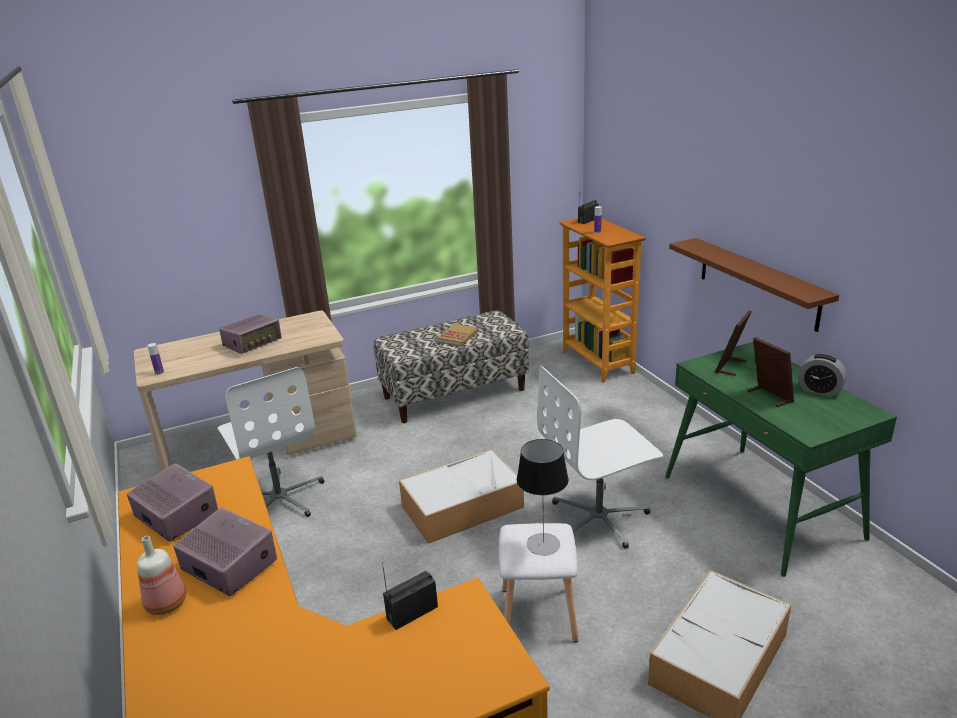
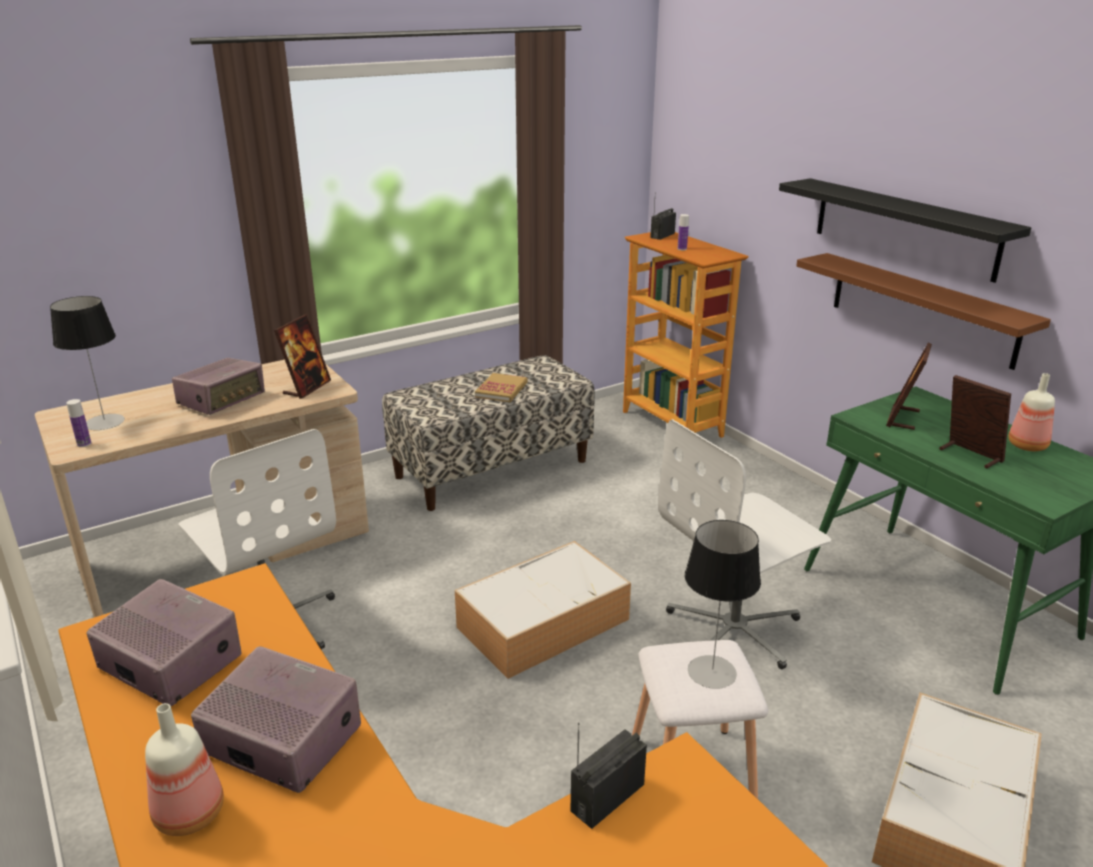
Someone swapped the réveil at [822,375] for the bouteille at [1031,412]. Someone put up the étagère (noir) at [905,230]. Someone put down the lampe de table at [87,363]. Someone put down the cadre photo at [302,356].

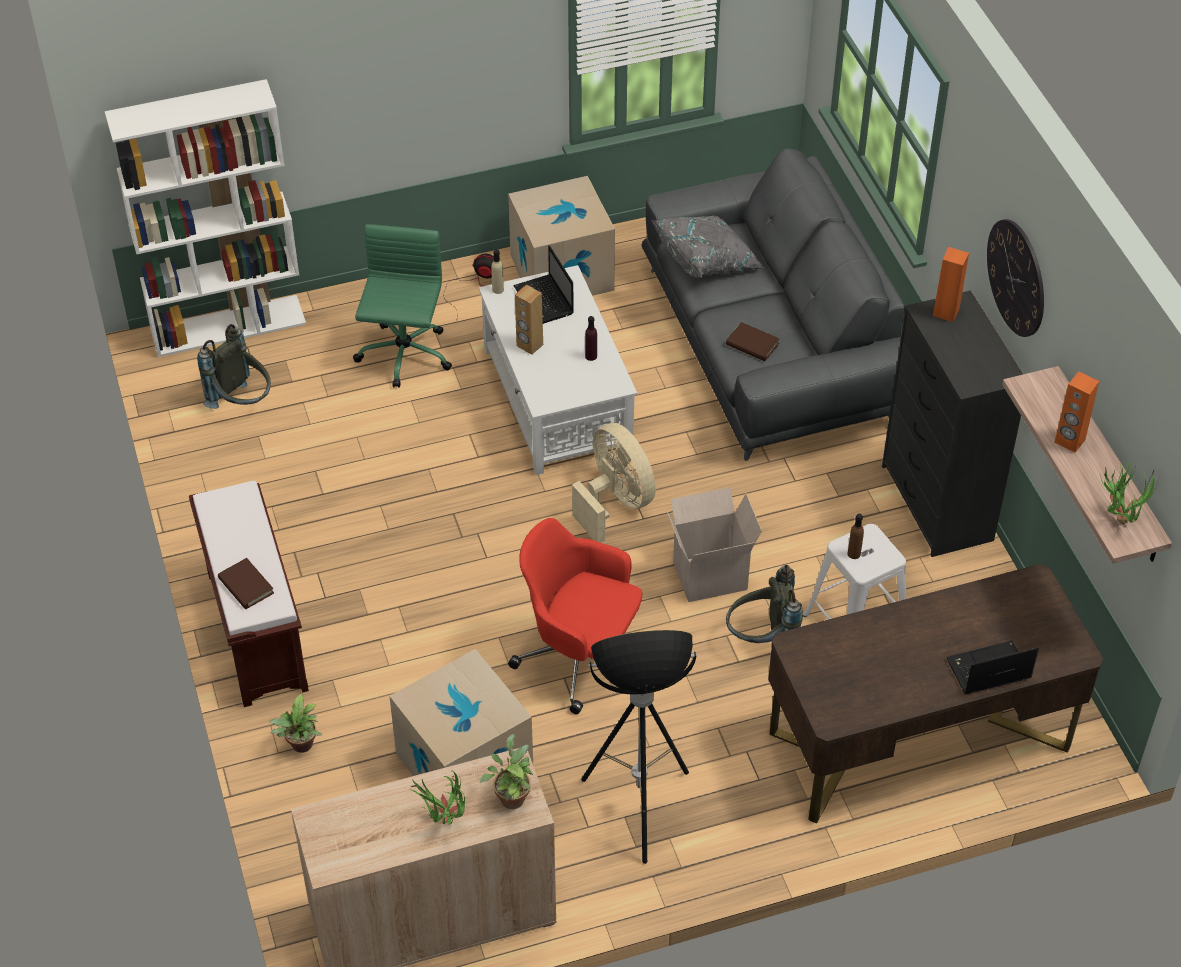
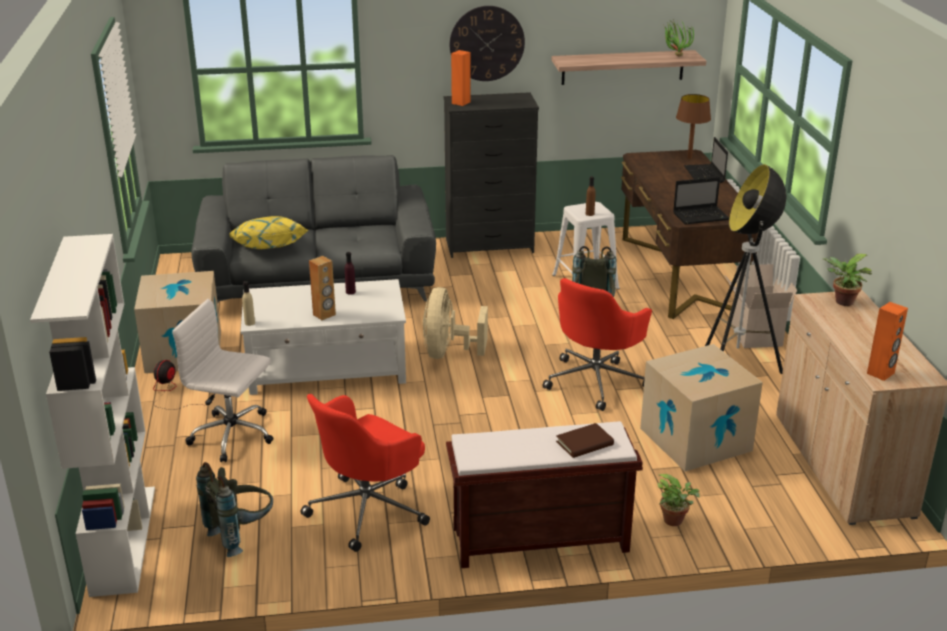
Someone repainted the coussin (gris) at [707,247], which became the coussin (jaune) at [268,232]. Someone repainted the chaise de bureau (vert) at [402,306], which became the chaise de bureau (blanc) at [222,380]. Someone carried the ordinateur portable from [543,284] to [701,200]. Someone took away the livre (marron) at [753,341]. Someone carried the enceinte (orange) from [1077,412] to [887,341]. Someone rotated the ventilateur (beige) at [614,483] by 60 degrees counterclockwise. Someone carried the carton from [714,544] to [761,306]. Someone took away the plante en pot at [437,797]. Someone put down the lampe de table (marron) at [693,126]. Someone put down the chaise de bureau (rouge) at [365,473].

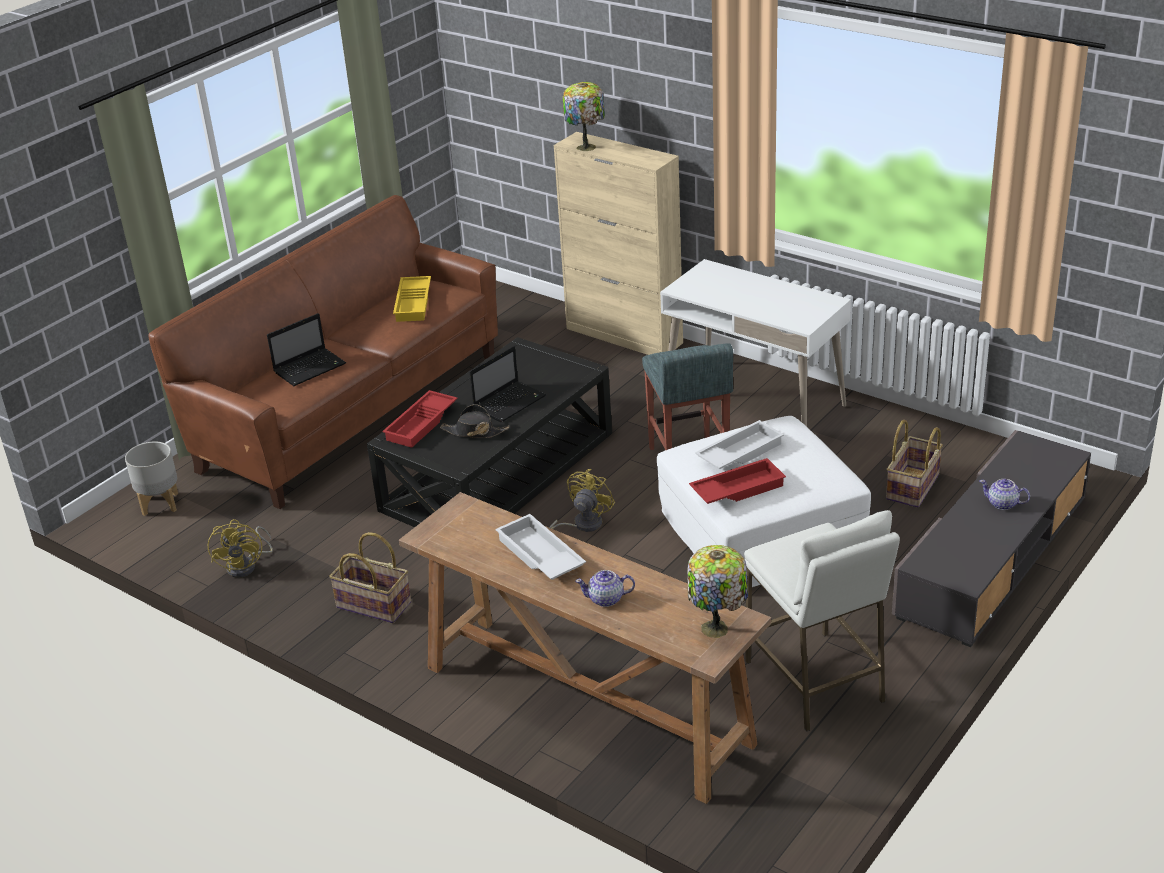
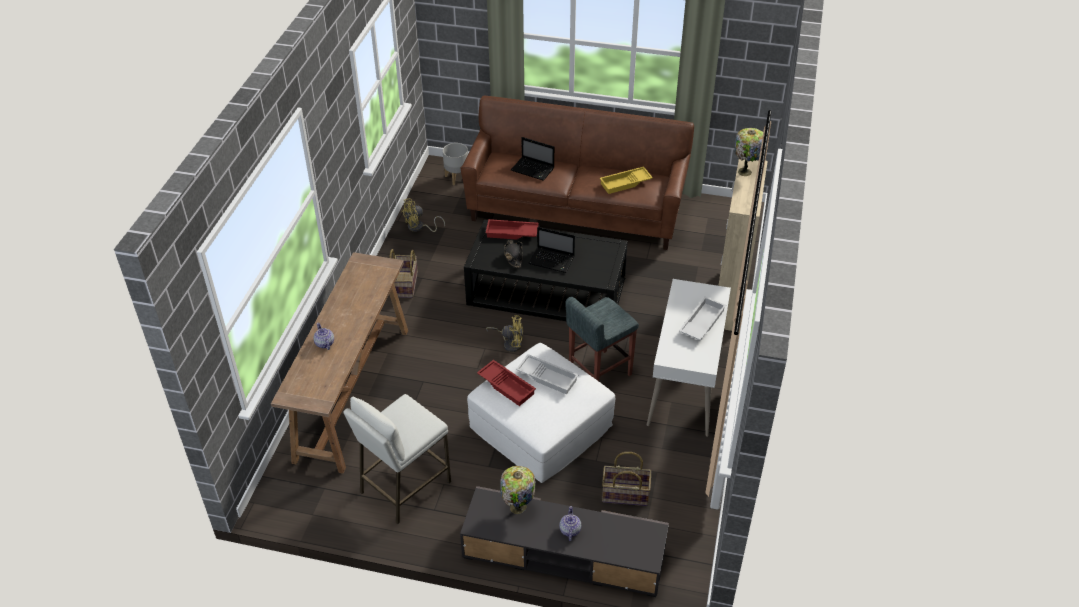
Someone carried the plateau (blanc) from [540,547] to [702,318]. Someone carried the lampe de table from [717,591] to [517,490].

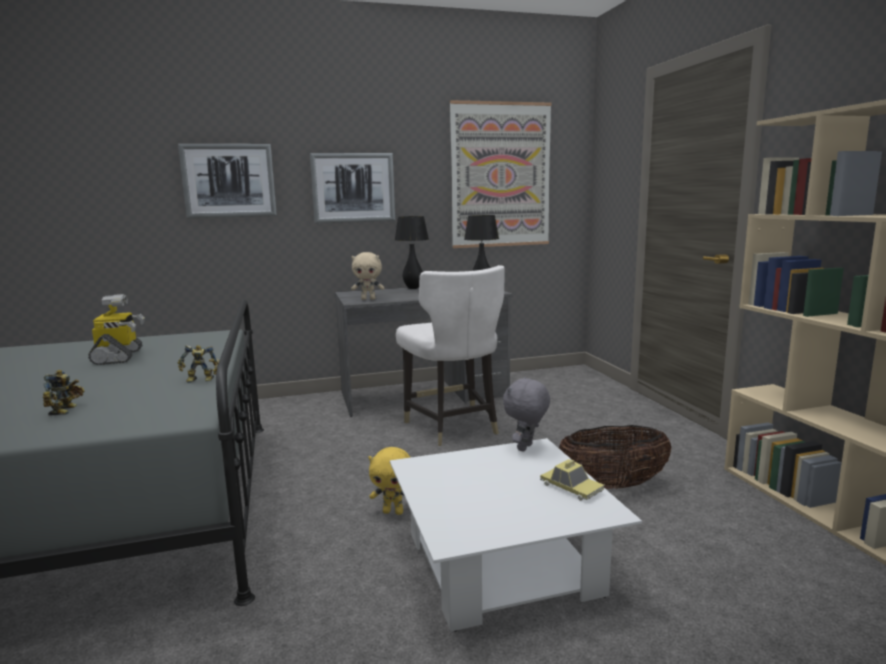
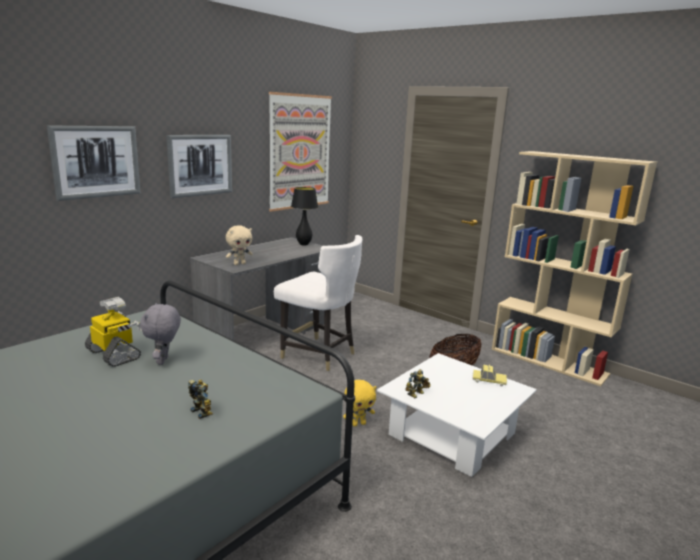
Someone took away the lampe de table (noir) at [412,252]. Someone carried the robot jouet from [199,364] to [417,383]. Someone carried the peluche (gris) from [526,414] to [160,334].

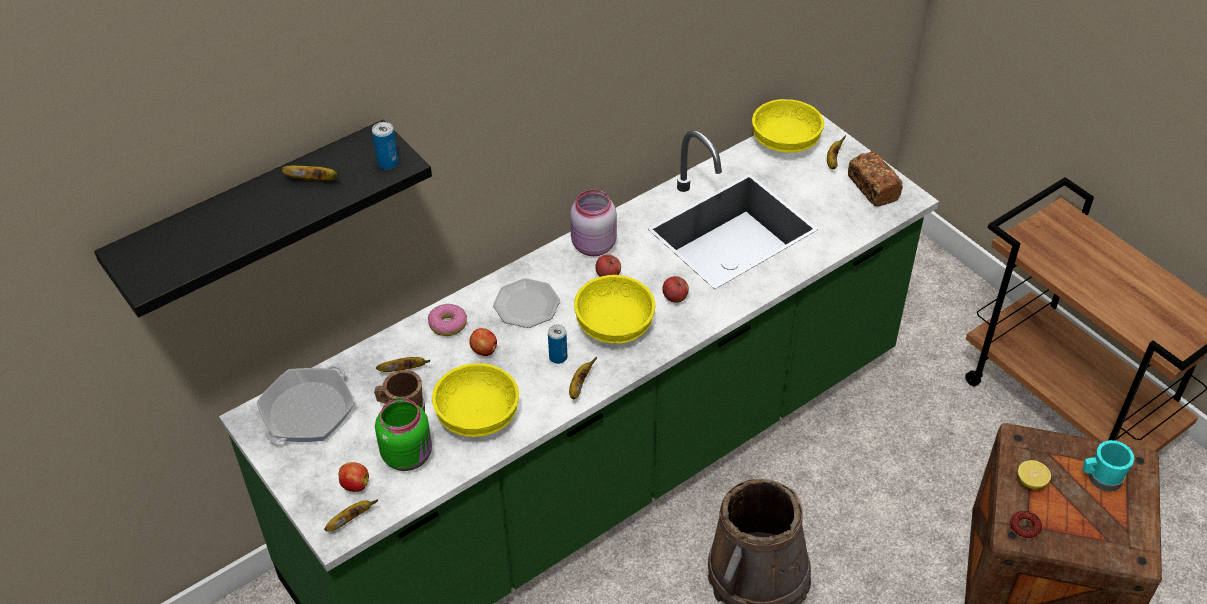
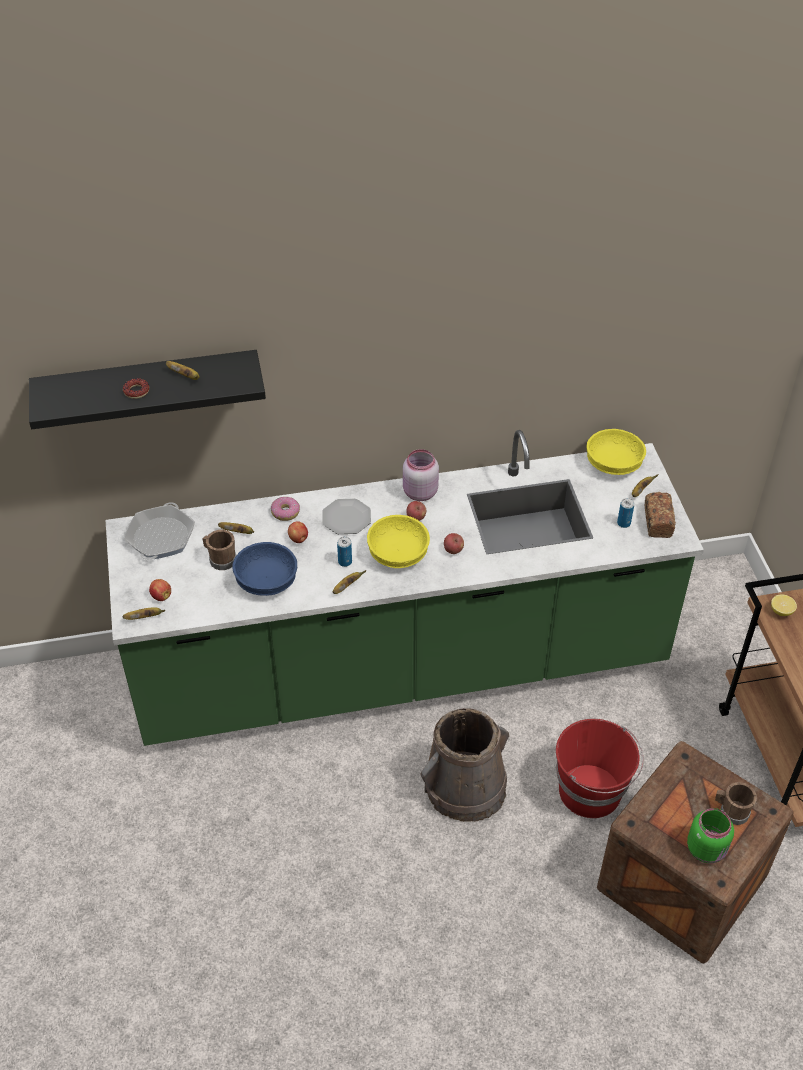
Someone carried the boîte métallique from [385,146] to [625,513]. Someone repainted the bol (jaune) at [475,400], which became the bol (bleu) at [264,569]. Someone rotated the poêle at [306,404] by 45 degrees counterclockwise. Someone carried the bocal (vert) from [403,434] to [710,835]. Someone repainted the mug (turquoise) at [1108,466], which became the mug (marron) at [736,803]. Someone carried the citron from [1034,474] to [784,605]. Someone carried the beignet from [1026,525] to [136,388]. Someone put down the seau (rouge) at [599,768].

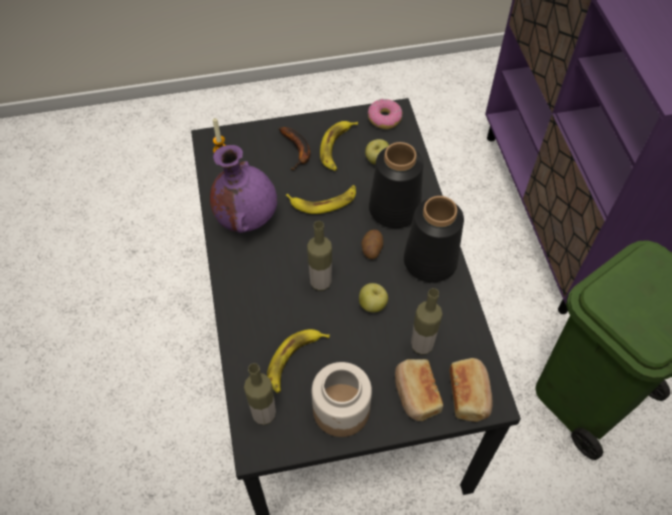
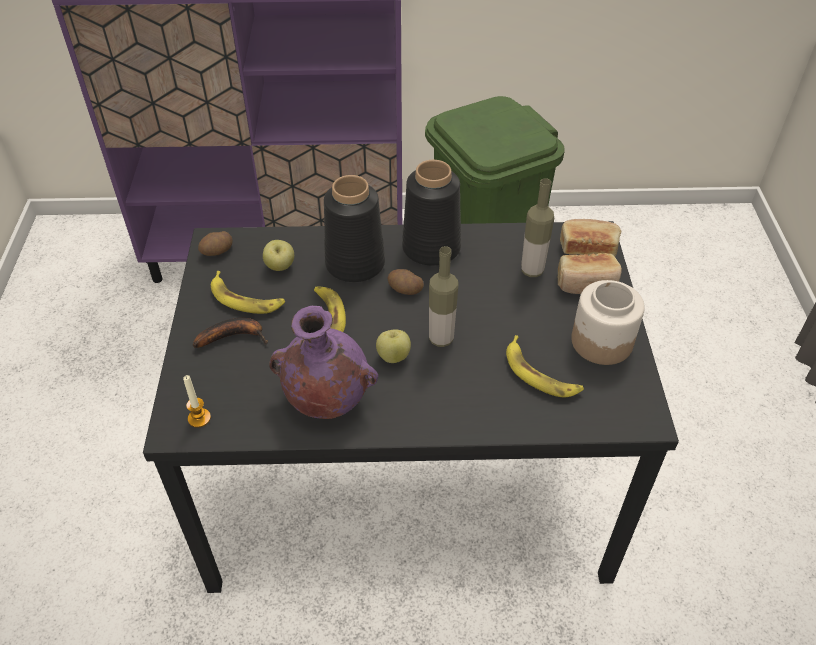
Someone swapped the beignet at [385,114] for the pomme de terre at [215,243]. Someone carried the pomme from [373,297] to [393,346]. Someone took away the bouteille at [260,394].

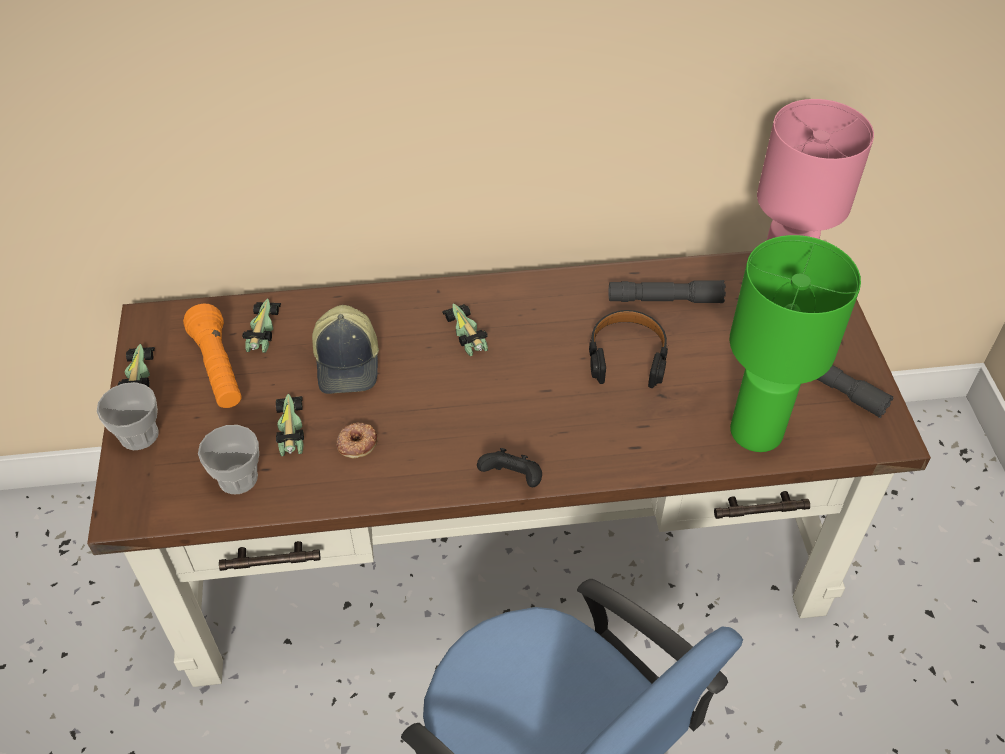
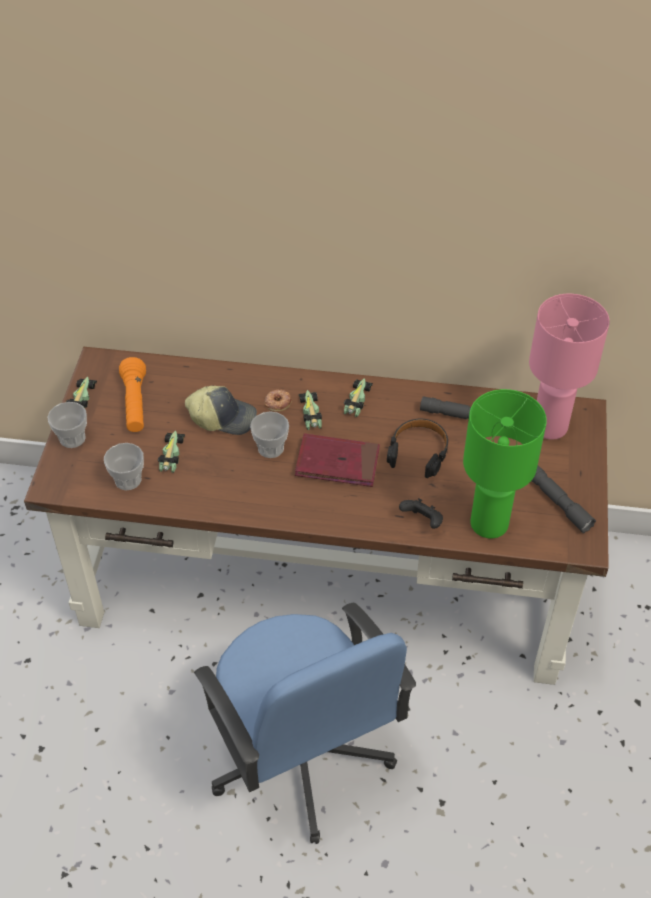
Someone carried the petite voiture from [261,325] to [358,397]. Someone rotated the casquette at [345,349] by 90 degrees counterclockwise. Someone carried the beignet from [357,441] to [278,401]. Someone carried the manette (noir) from [509,467] to [421,513]. Someone put down the tasse at [269,434]. Someone put down the livre (rouge) at [337,460].

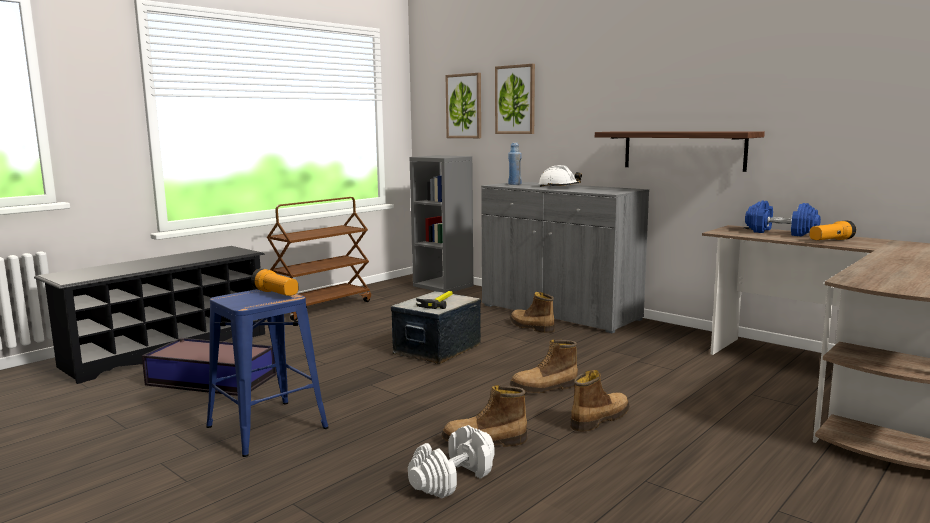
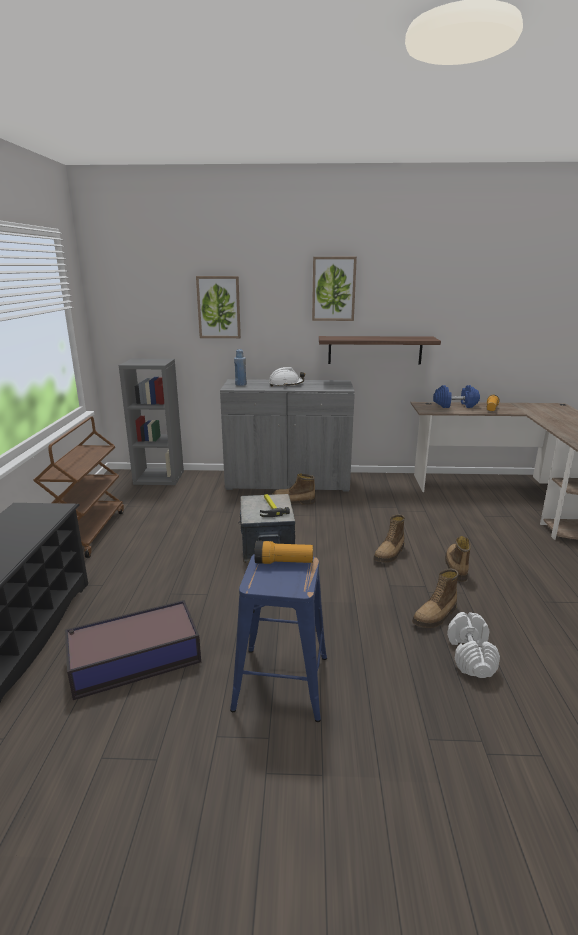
Someone carried the tableau from [463,105] to [334,289].

